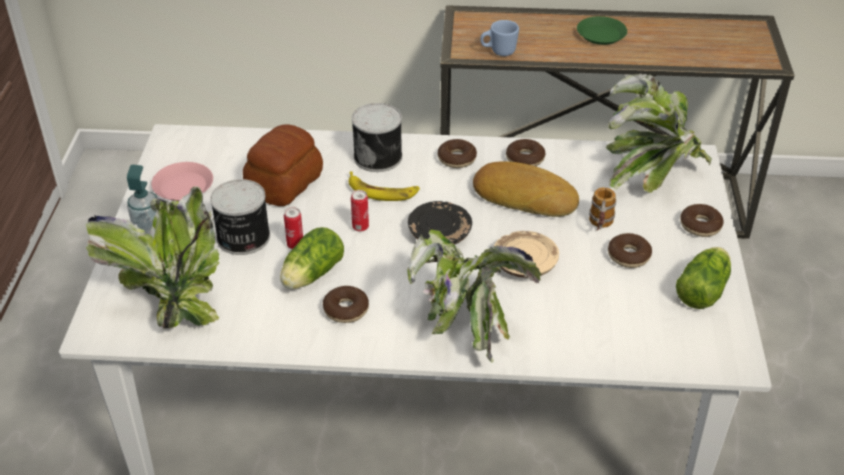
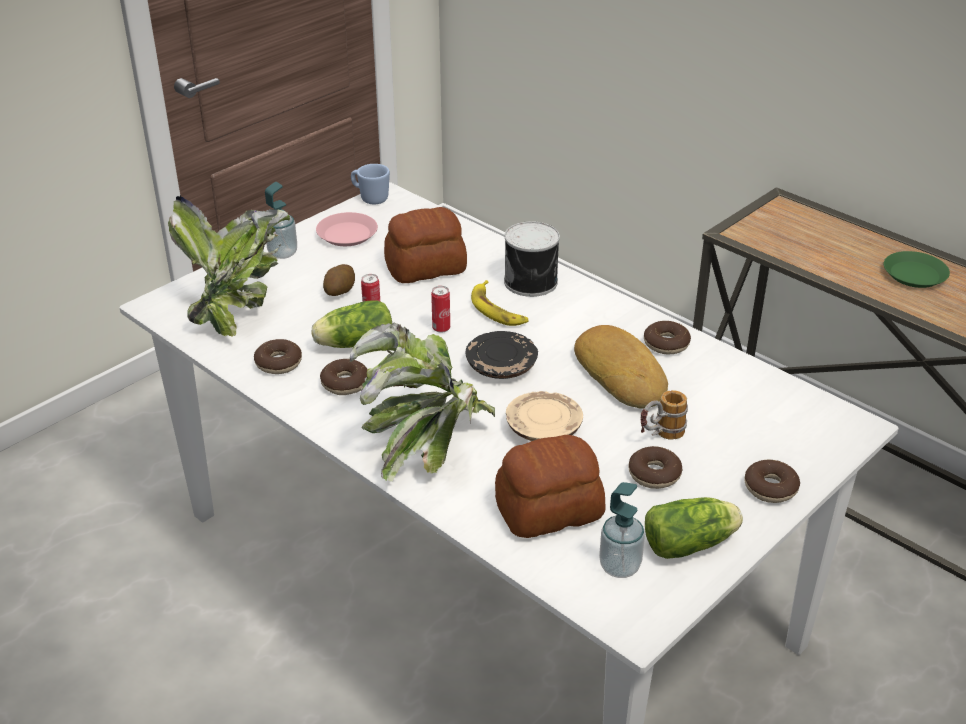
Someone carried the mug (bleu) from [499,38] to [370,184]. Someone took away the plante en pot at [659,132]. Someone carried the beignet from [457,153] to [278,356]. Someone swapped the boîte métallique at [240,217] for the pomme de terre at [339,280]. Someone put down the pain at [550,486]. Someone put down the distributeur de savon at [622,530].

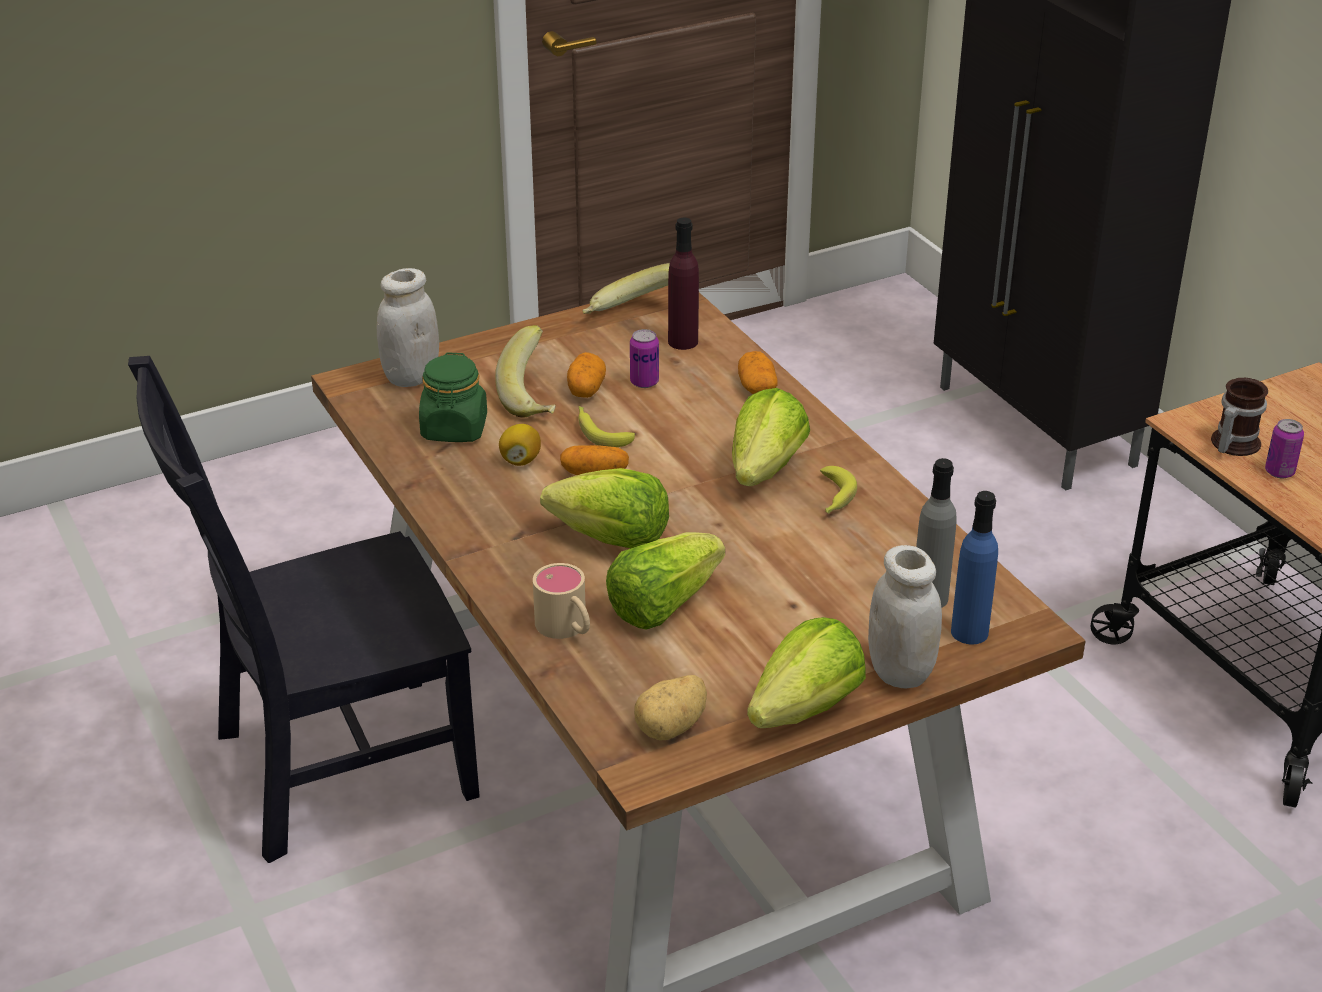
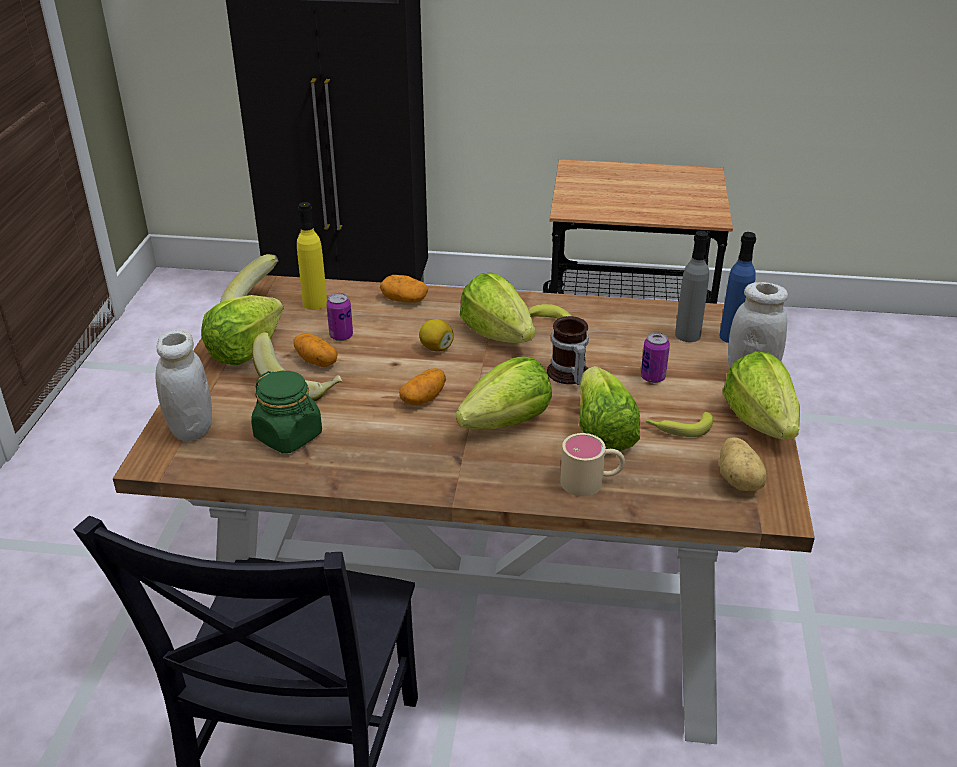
Someone repainted the bouteille (violet) at [683,283], which became the bouteille (jaune) at [312,256]. Someone carried the mug from [1239,417] to [568,350]. Someone carried the banane from [606,426] to [679,424]. Someone carried the boîte métallique from [1284,448] to [655,357]. Someone carried the citron from [520,445] to [436,335]. Someone put down the laitue at [242,330].

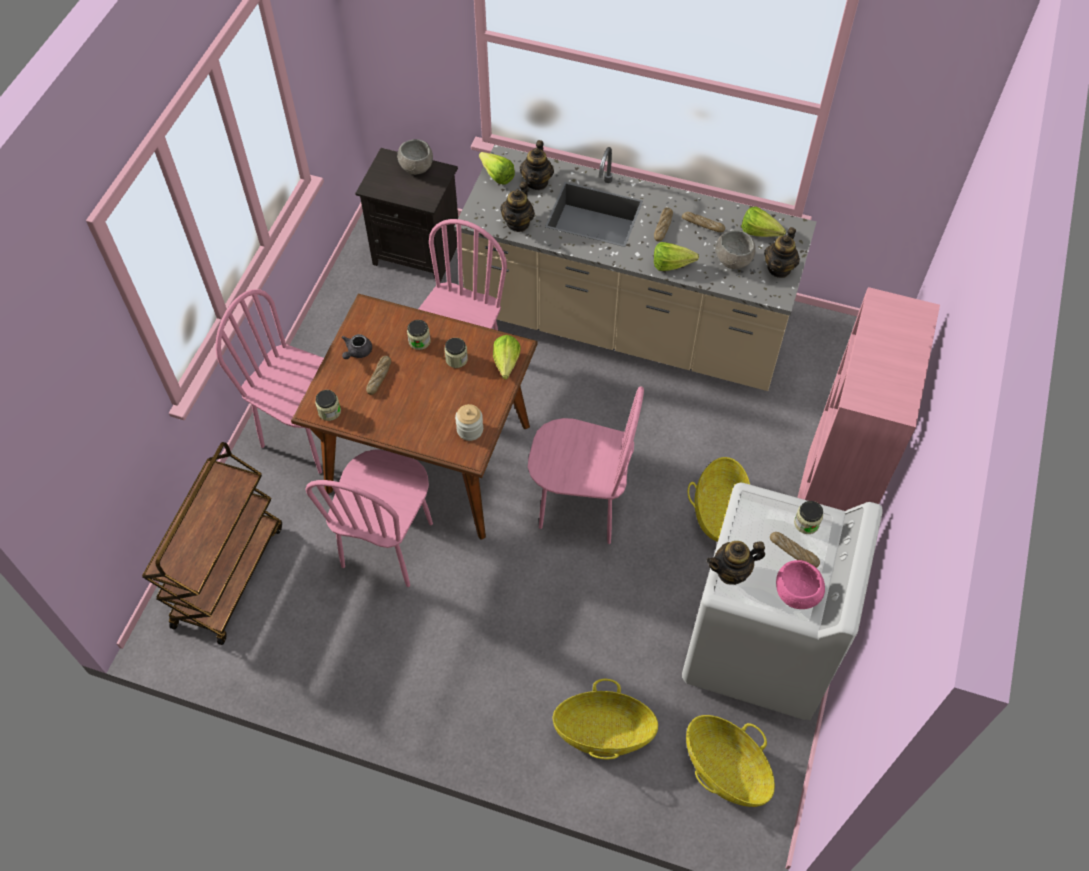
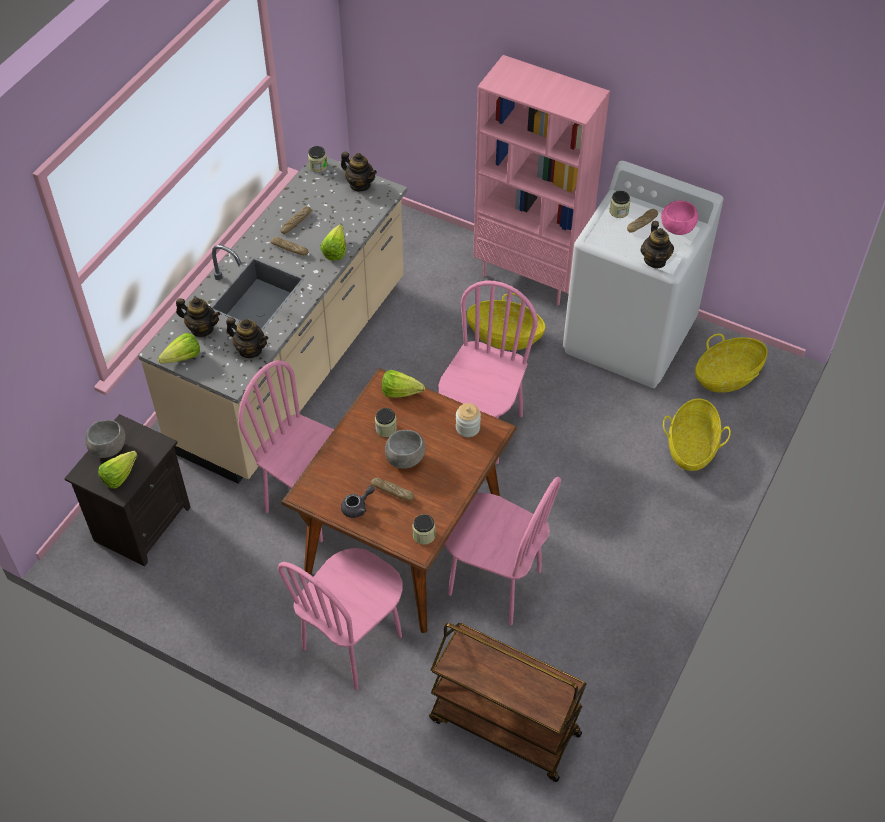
Someone carried the laitue from [763,221] to [118,470]. Someone carried the bol (gris) from [735,249] to [405,449]. Someone carried the bocal from [419,335] to [317,159]. Someone rotated the théière (gris) at [357,346] by 75 degrees counterclockwise.

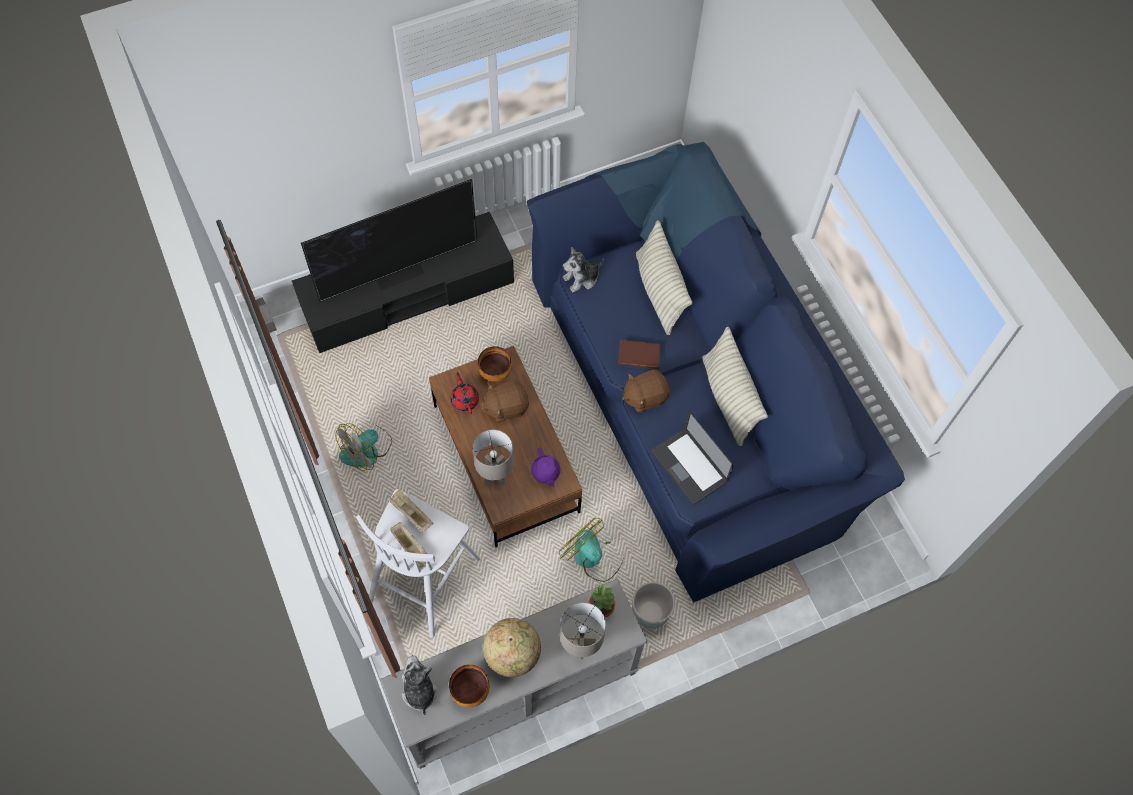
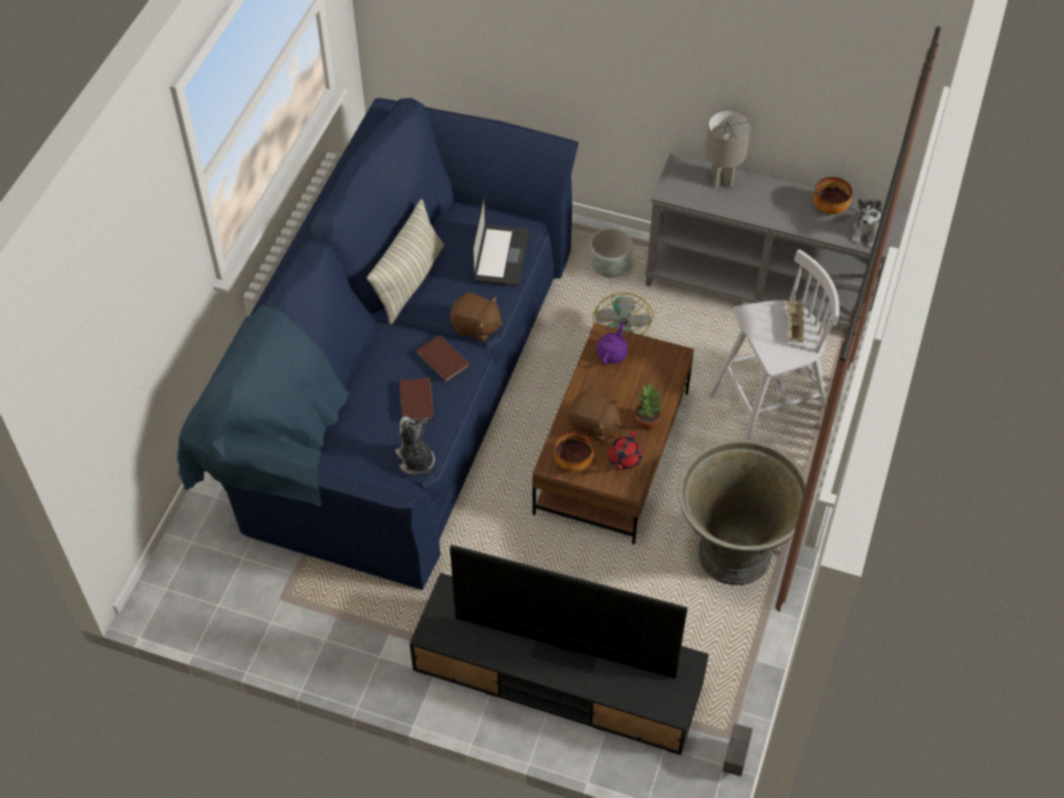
Someone took away the coussin at [664,277]. Someone rotated the peluche at [583,269] by 135 degrees counterclockwise. Someone swapped the ventilateur at [363,447] for the cache-pot (gris) at [743,512]. Someone took away the lampe de table (gris) at [493,458]. Someone took away the plateau (beige) at [411,510]. Someone carried the plante en pot from [602,600] to [648,406]. Someone took away the globe at [512,647]. Someone put down the livre (marron) at [416,399].

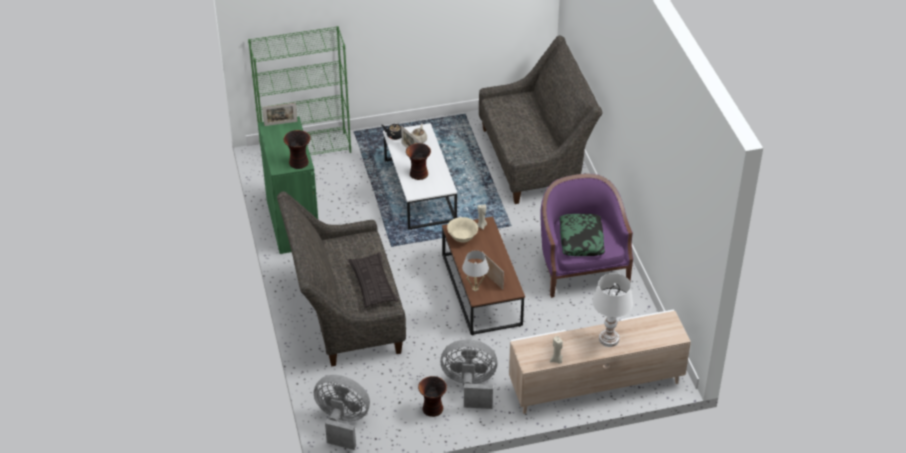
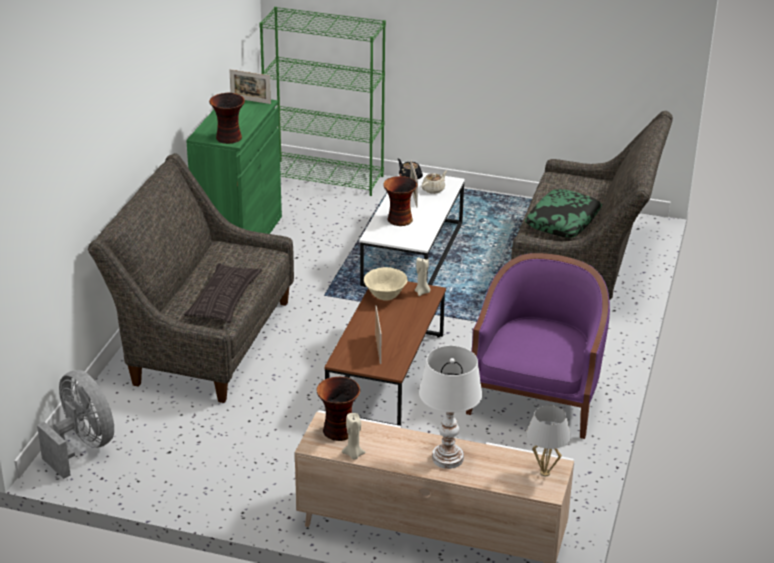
Someone carried the coussin from [582,235] to [563,213]. Someone carried the lampe de table (blanc) from [475,270] to [548,440]. Someone took away the ventilateur (gris) at [468,374]. Someone carried the vase from [432,396] to [338,409].

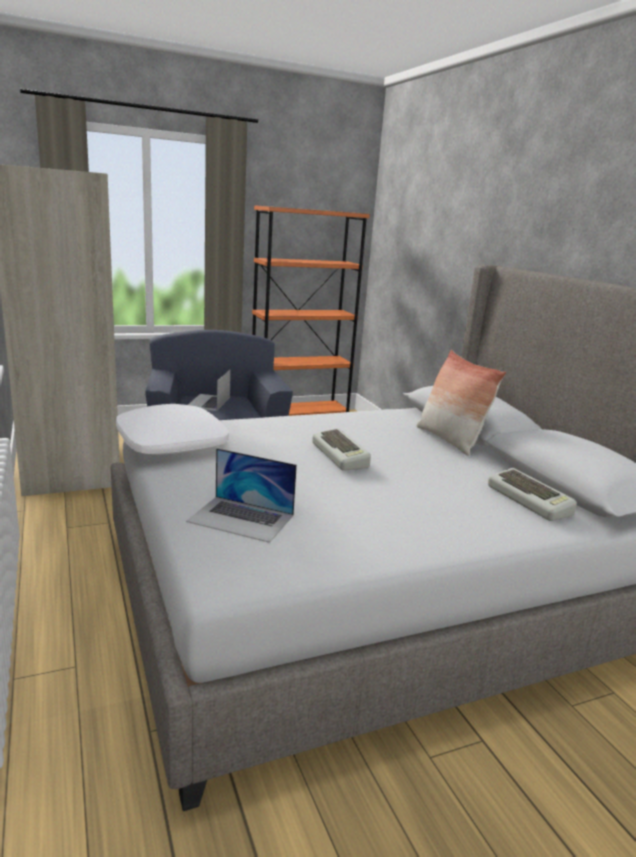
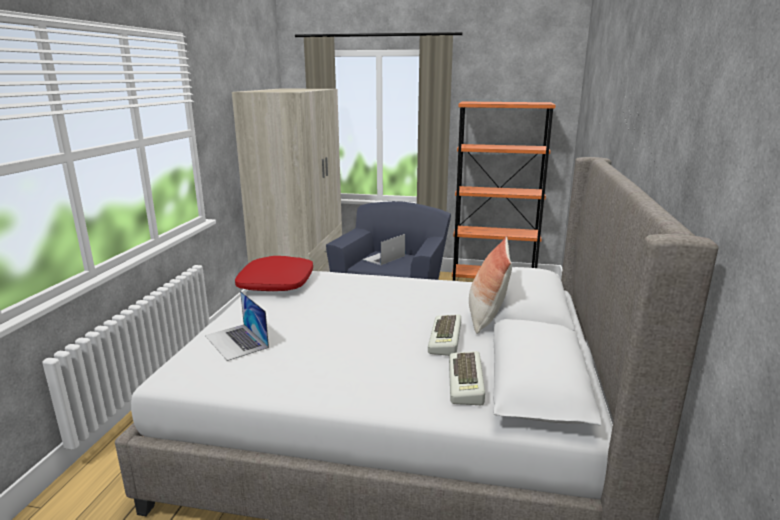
Someone repainted the coussin (blanc) at [172,429], which became the coussin (rouge) at [274,273]. Someone carried the clavier from [341,449] to [444,335].

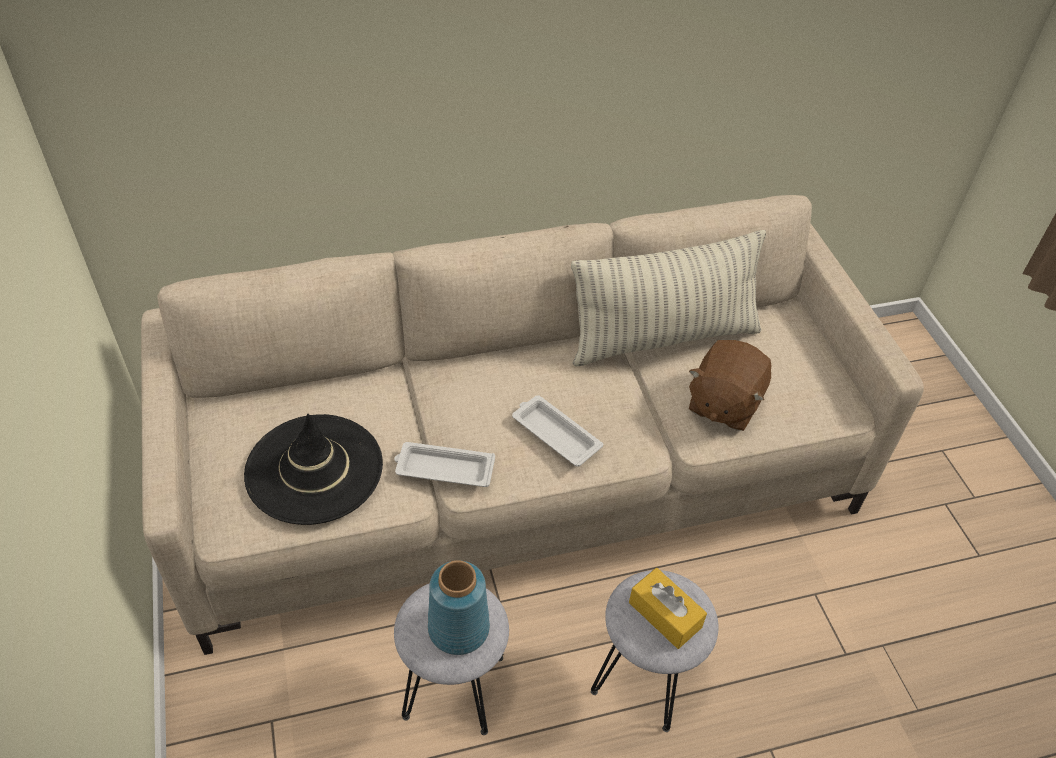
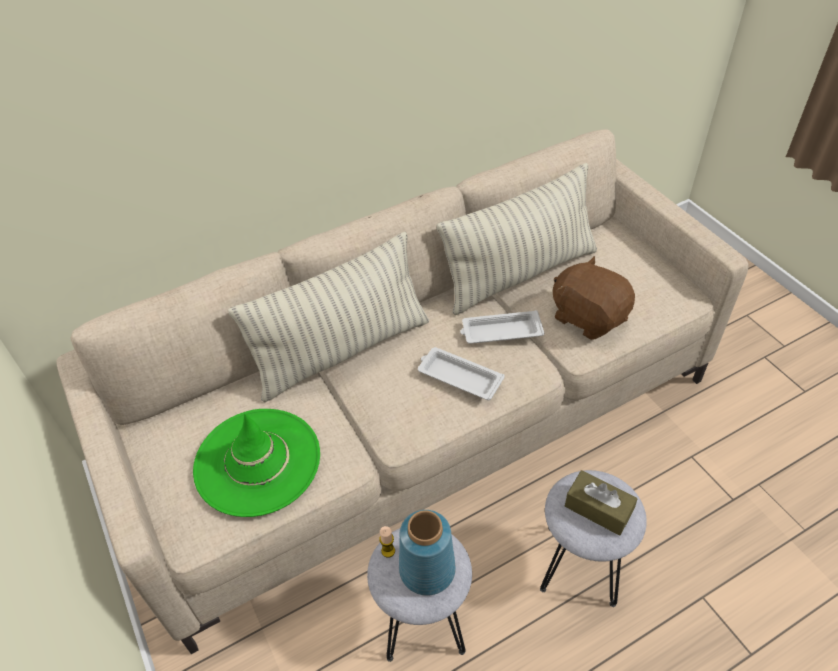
Someone rotated the peluche (marron) at [730,385] by 120 degrees clockwise. Someone repainted the chapeau (noir) at [313,469], which became the chapeau (vert) at [256,463]. Someone carried the plateau (blanc) from [444,464] to [502,327]. Someone repainted the boîte à mouchoirs (jaune) at [668,608], which became the boîte à mouchoirs (marron) at [601,503]. Someone put down the coussin at [328,317]. Someone put down the bougie at [387,542].

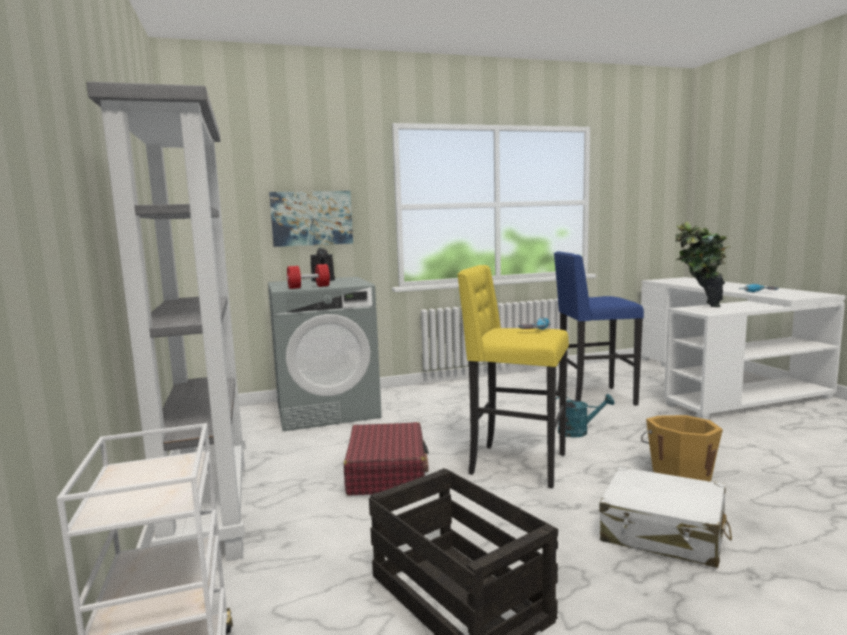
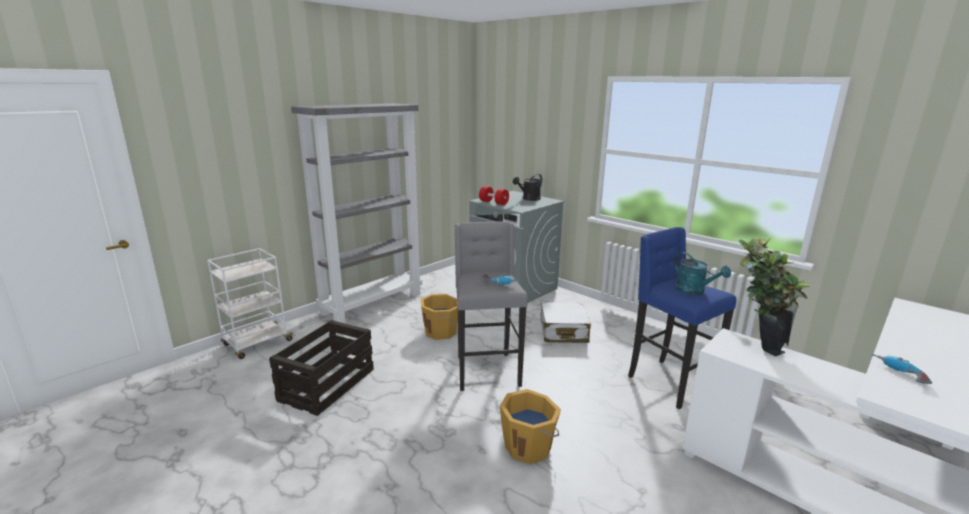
Someone took away the tableau at [311,219]. Someone repainted the tabouret (jaune) at [513,376], which became the tabouret (gris) at [491,306]. Someone carried the arrosoir (turquoise) from [585,415] to [703,273]. Someone swapped the valise (rouge) at [386,459] for the seau (orange) at [439,317]. Someone carried the valise (blanc) from [665,517] to [565,322].

